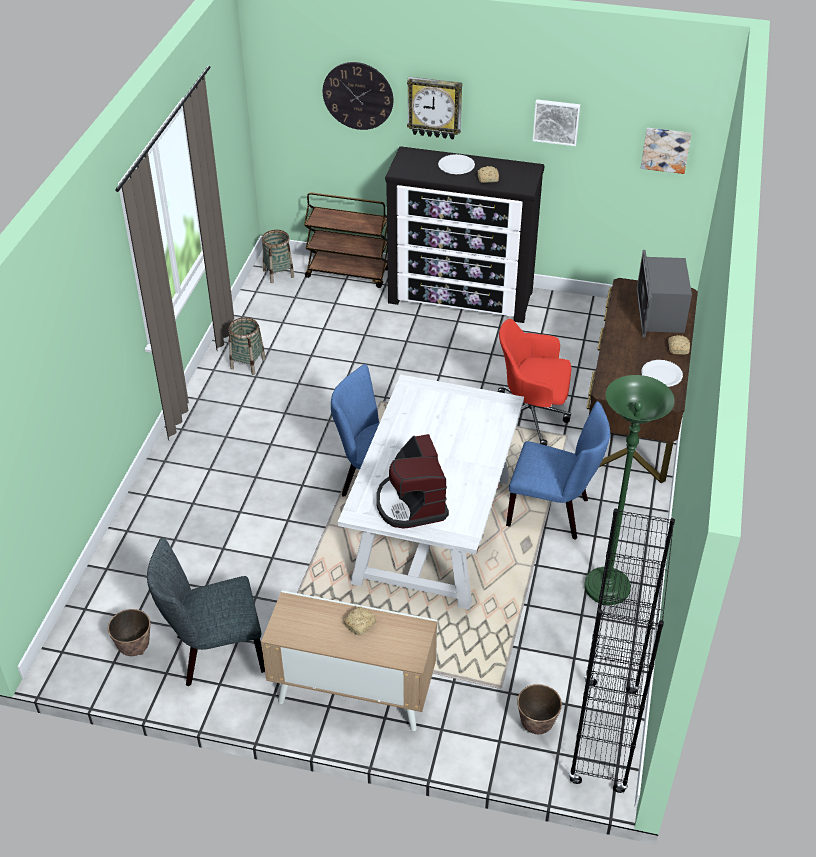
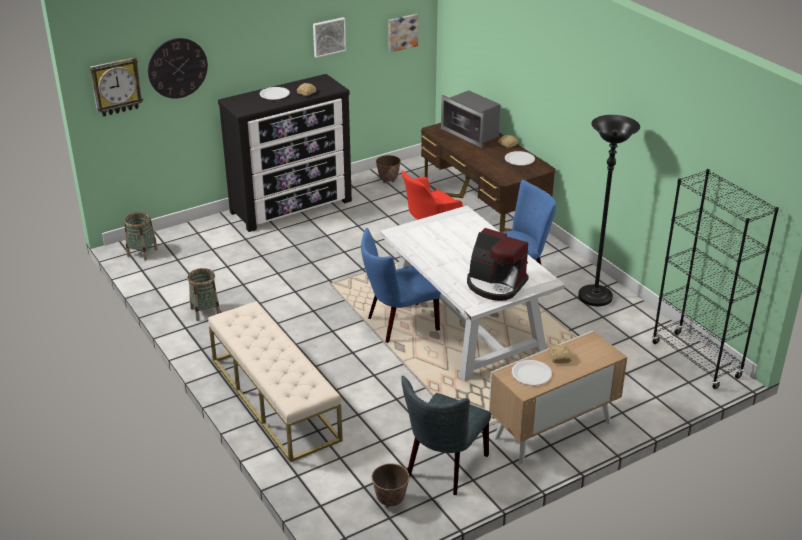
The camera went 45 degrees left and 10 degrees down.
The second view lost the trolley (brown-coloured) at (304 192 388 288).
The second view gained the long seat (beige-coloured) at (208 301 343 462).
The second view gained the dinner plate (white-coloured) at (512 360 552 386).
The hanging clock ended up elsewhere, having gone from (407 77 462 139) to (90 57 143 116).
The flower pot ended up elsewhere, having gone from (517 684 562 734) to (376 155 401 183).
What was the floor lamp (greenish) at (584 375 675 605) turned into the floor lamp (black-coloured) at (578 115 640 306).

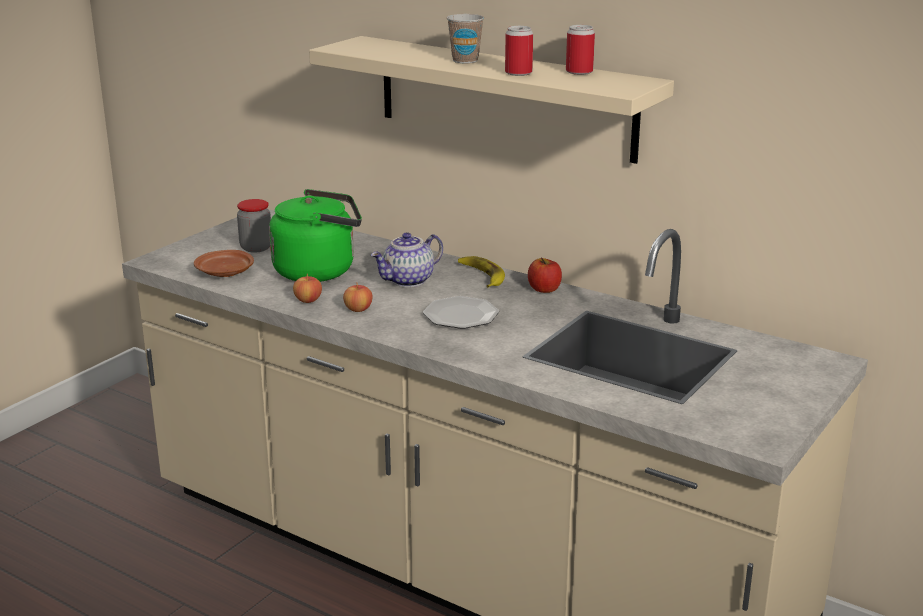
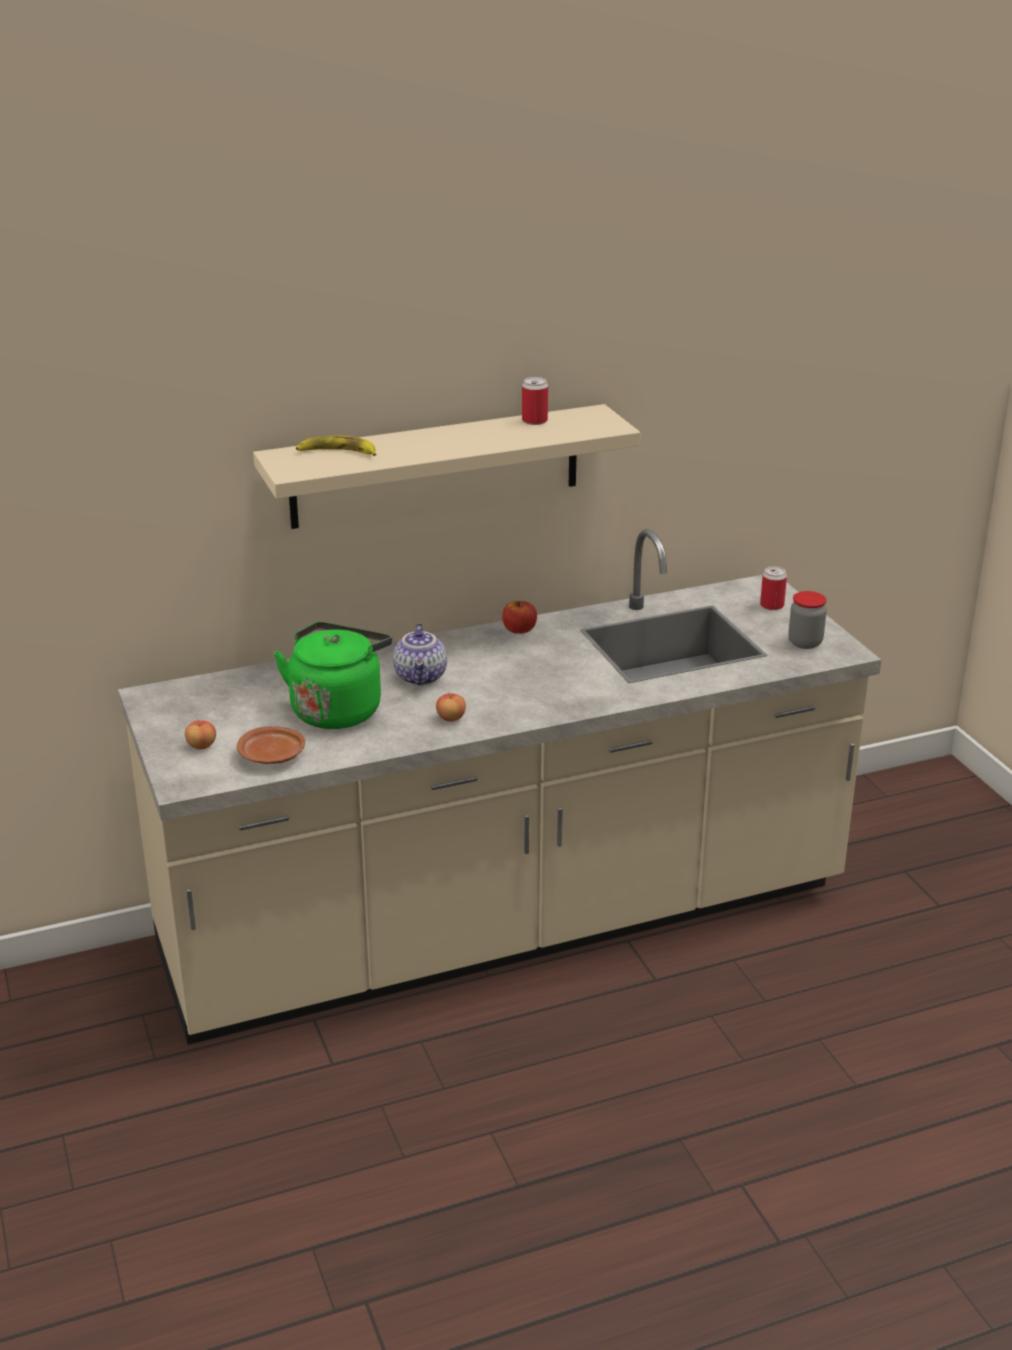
The camera went 55 degrees left and 5 degrees up.
The second view lost the dinner plate at (423 296 499 329).
The second view lost the cup at (447 14 484 63).
The preserve jar ended up elsewhere, having gone from (237 199 271 253) to (788 591 827 649).
The whole apple ended up elsewhere, having gone from (293 274 322 303) to (185 719 216 749).
The whole banana ended up elsewhere, having gone from (458 256 505 288) to (296 436 376 456).
The can ended up elsewhere, having gone from (505 26 533 76) to (760 566 787 610).

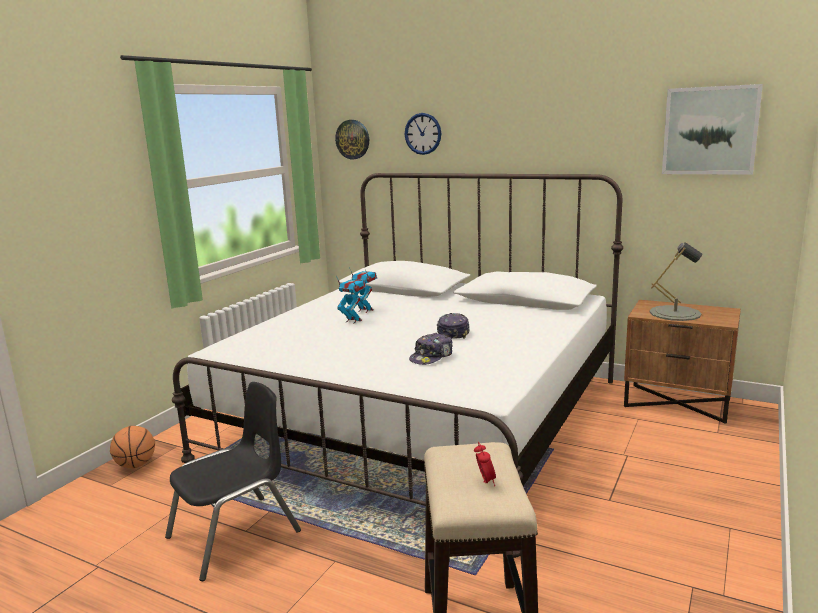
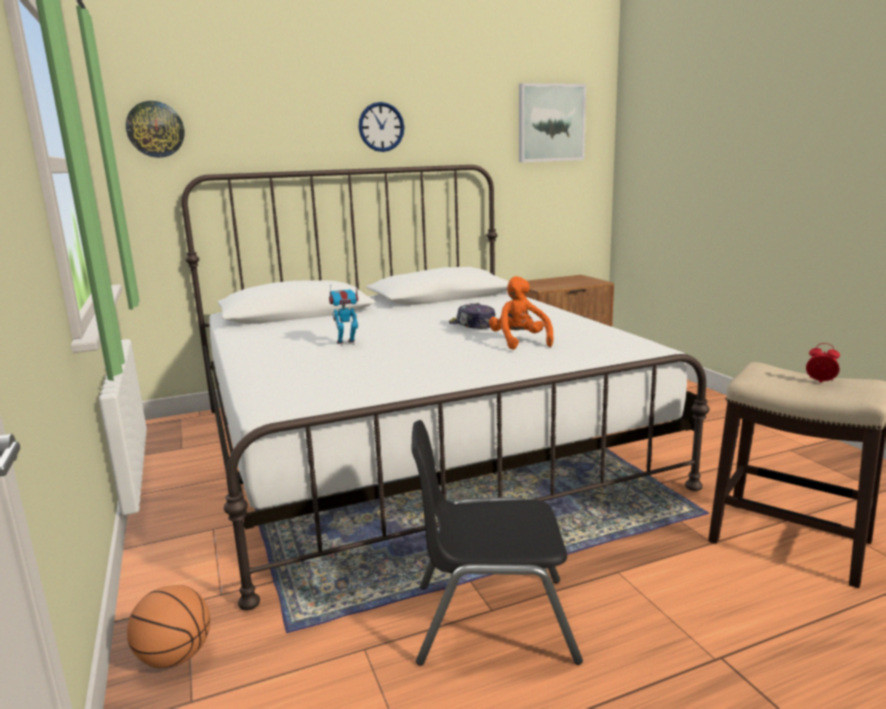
The camera went 50 degrees left and 0 degrees up.
The second view lost the robot figure at (349 267 377 313).
The second view lost the lamp for a table (grey) at (650 242 702 321).
The hanging clock ended up elsewhere, having gone from (404 113 441 155) to (358 102 404 152).
Where the peaked cap stood at (409 333 453 365), the plush toy (orangey) came to stand at (489 276 553 350).
The chair (black-coloured) at (165 382 301 581) ended up facing another way, 90 degrees counterclockwise from before.

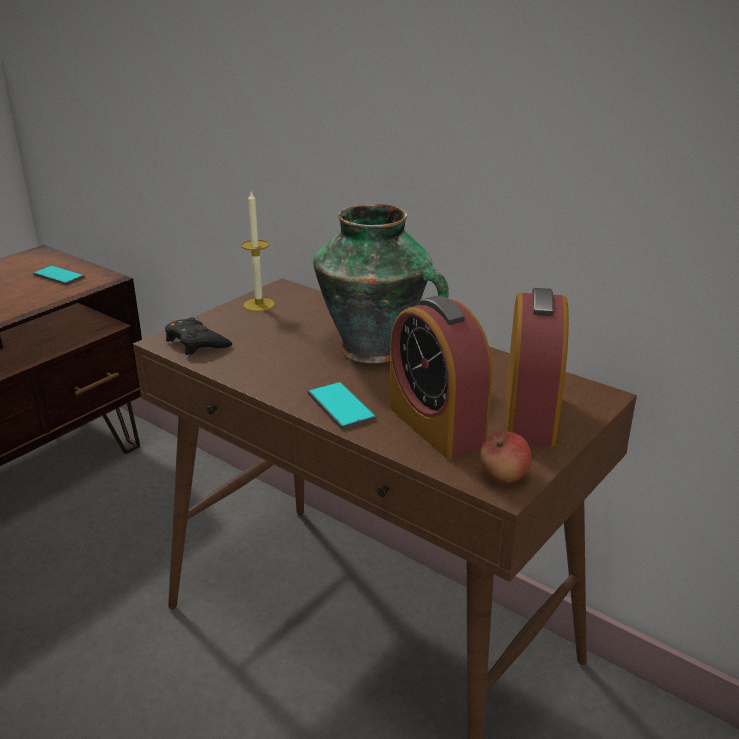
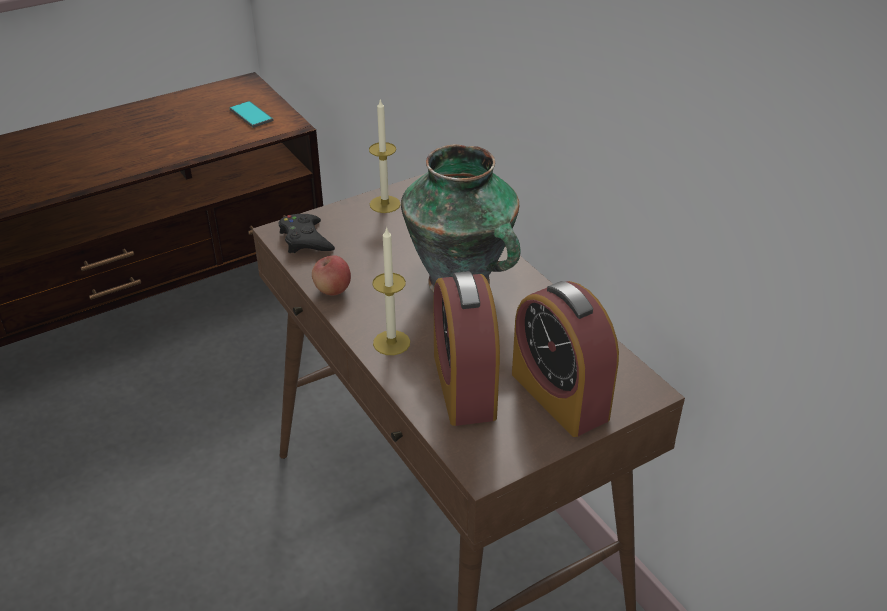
The camera went 20 degrees right and 10 degrees up.
The whole apple ended up elsewhere, having gone from (480 431 532 483) to (312 255 351 295).
Where the telephone stood at (307 381 376 430), the wax light came to stand at (372 227 410 355).
The bedside clock at (507 288 569 447) ended up facing another way, 120 degrees clockwise from before.

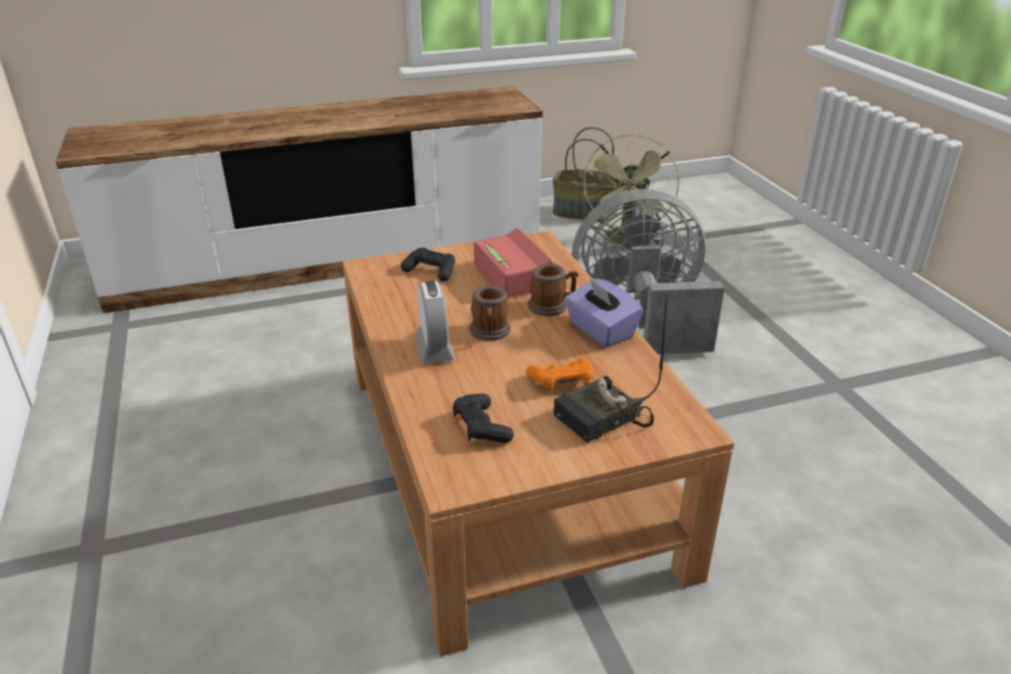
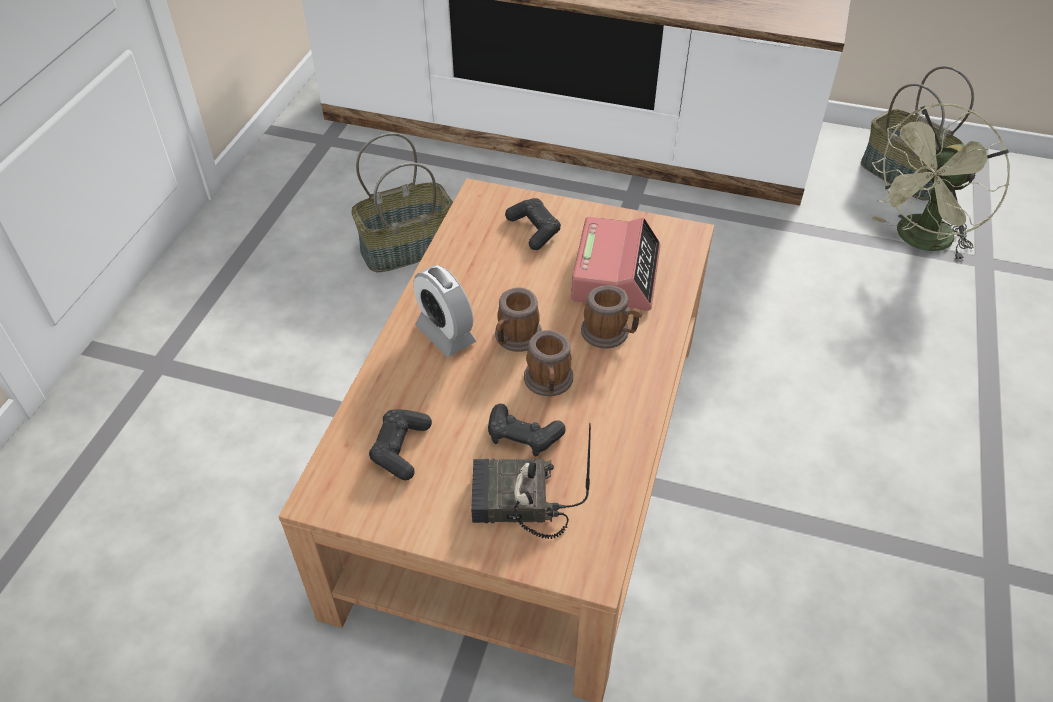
The camera went 35 degrees right and 15 degrees up.
The second view lost the tissue box (purple) at (564 278 643 347).
The second view lost the electric fan (grey) at (572 189 725 354).
The second view gained the basket at (351 133 453 272).
The second view gained the coffee mug at (524 330 573 397).
What was the joypad (orangey) at (526 358 593 392) turned into the joypad (black-coloured) at (488 404 566 457).
The bedside clock at (415 281 455 364) ended up facing another way, 120 degrees clockwise from before.

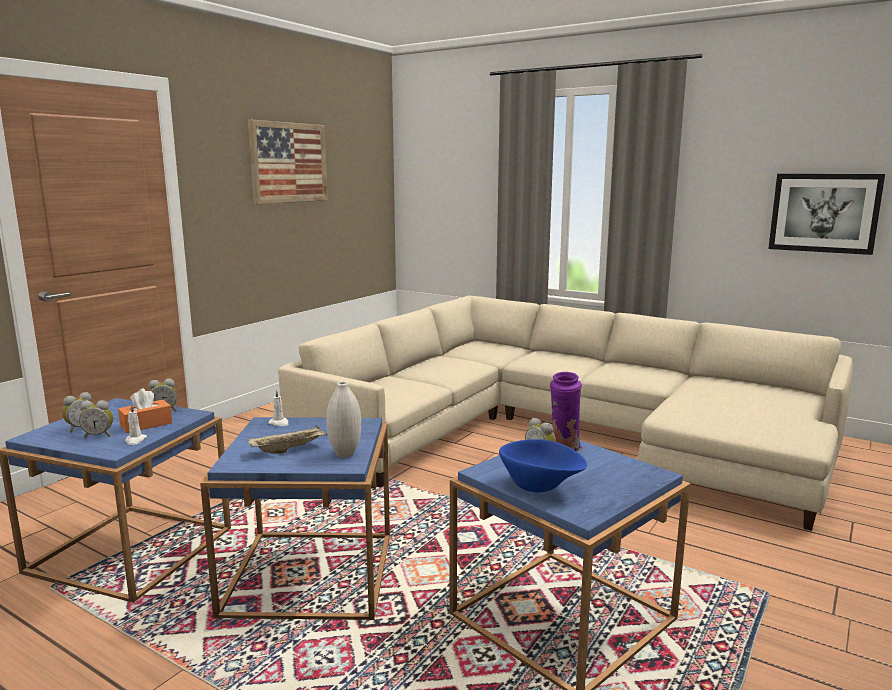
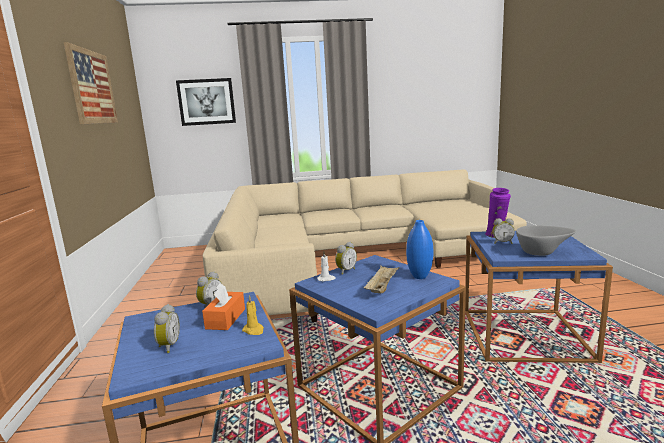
The camera went 40 degrees left and 0 degrees up.
The bedside clock ended up elsewhere, having gone from (79 400 113 438) to (335 242 357 275).
The wall picture ended up elsewhere, having gone from (768 174 885 255) to (176 78 236 126).
What was the wax light (white-coloured) at (125 405 147 445) turned into the wax light (yellow) at (242 295 264 335).
What was the decorative vase (white-coloured) at (326 381 361 458) turned into the decorative vase (blue) at (406 220 433 279).
What was the bowl (blue) at (499 439 587 492) turned into the bowl (grey) at (516 226 576 256).

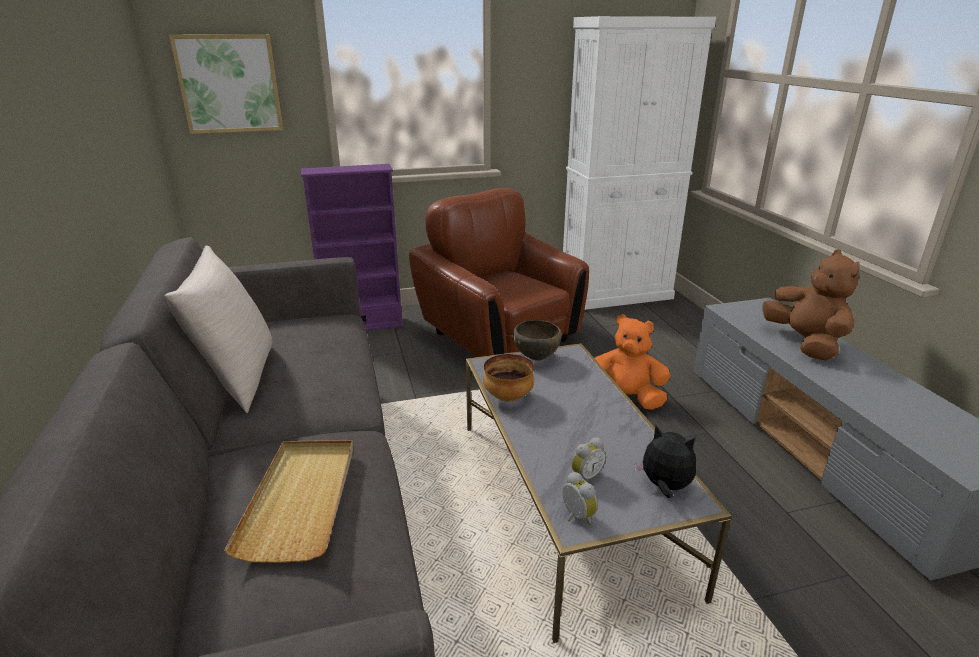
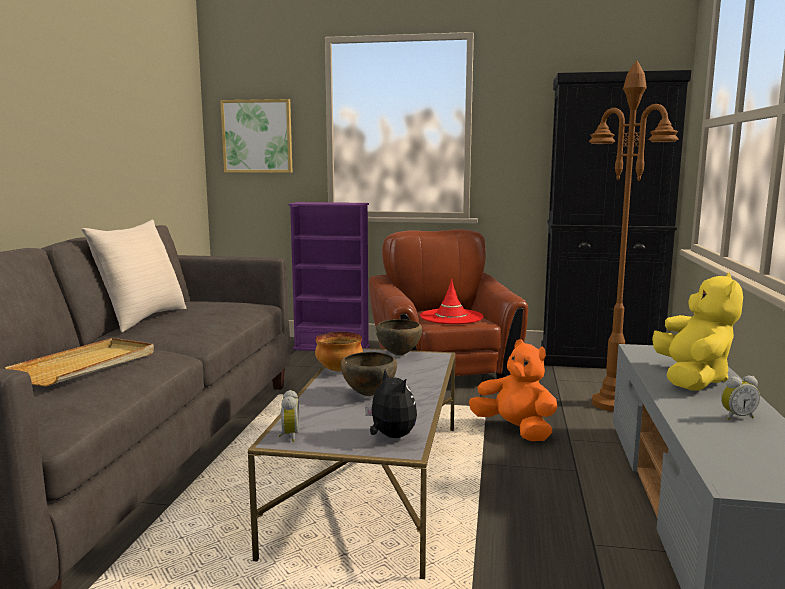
The camera went 25 degrees right and 15 degrees down.
The second view gained the bowl (brown-coloured) at (341 352 397 396).
The second view gained the wearable hat (reddish) at (420 279 484 324).
The second view gained the floor lamp (brown-coloured) at (589 60 678 412).
The bedside clock ended up elsewhere, having gone from (572 438 606 480) to (721 376 760 420).
What was the cabinet (white-coloured) at (563 16 716 310) turned into the cabinet (black-coloured) at (541 70 692 369).
What was the plush toy (brown-coloured) at (762 250 860 361) turned into the plush toy (yellow) at (652 273 743 391).

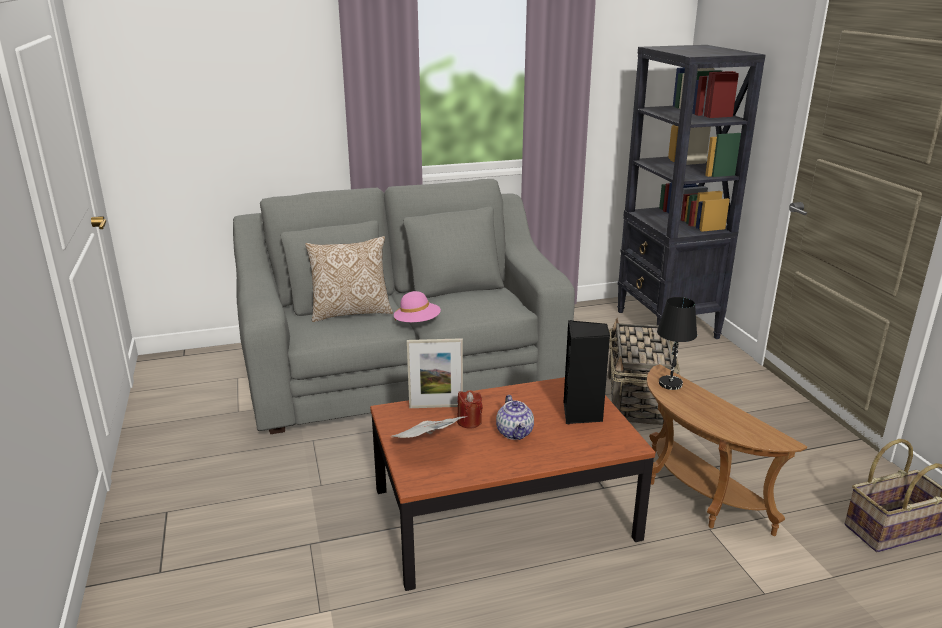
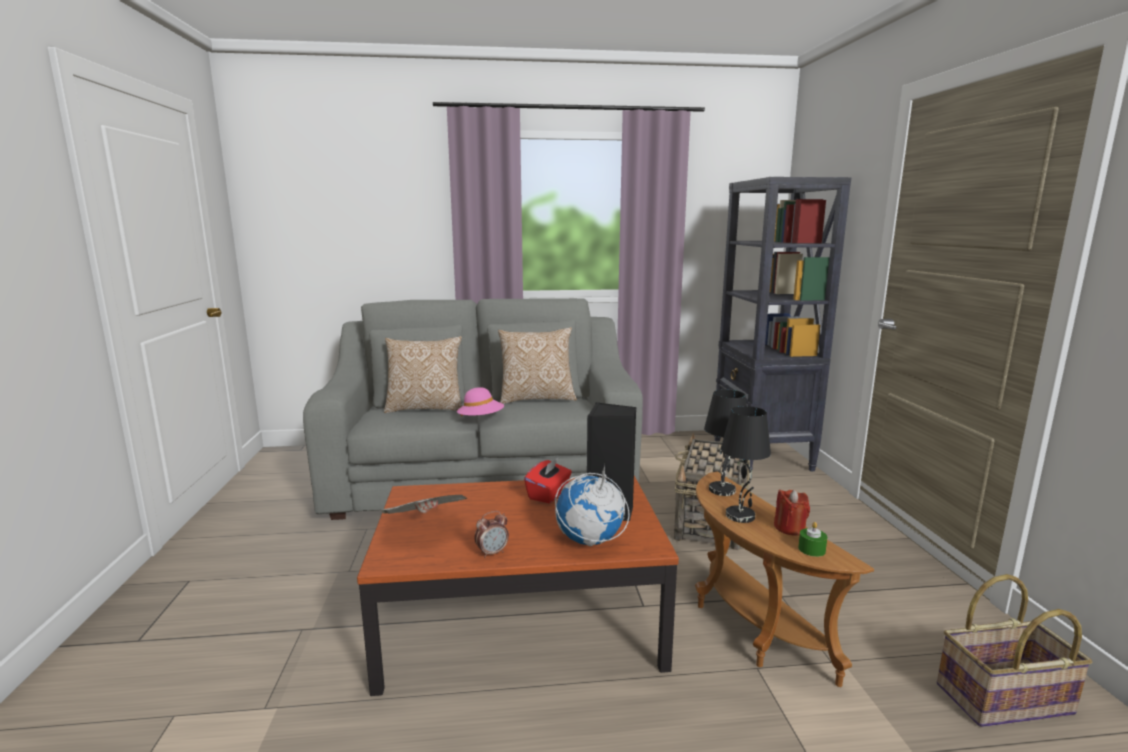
The camera went 10 degrees right and 10 degrees down.
The second view lost the standing frame at (407 338 463 408).
The second view lost the teapot at (496 395 534 440).
The second view gained the bedside clock at (474 511 509 558).
The second view gained the pillow at (498 327 577 404).
The second view gained the tissue box (reddish) at (524 458 572 503).
The second view gained the globe at (555 464 630 546).
The second view gained the lamp for a table (black-coloured) at (721 406 771 523).
The second view gained the wax light (greenish) at (798 522 827 557).
The wax light (reddish) ended up elsewhere, having gone from (457 390 483 429) to (774 490 810 536).

